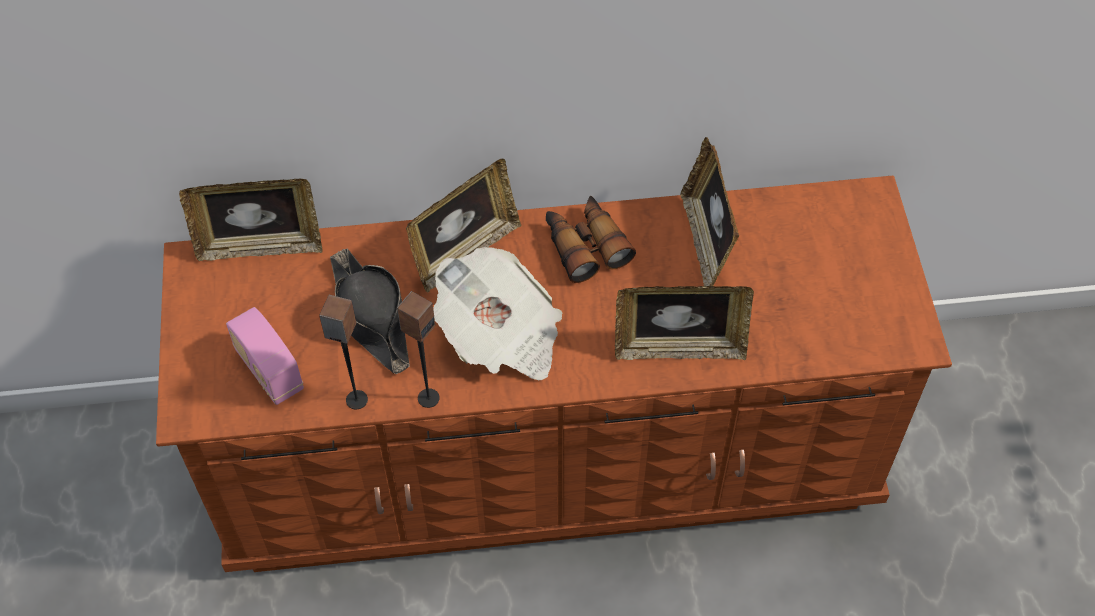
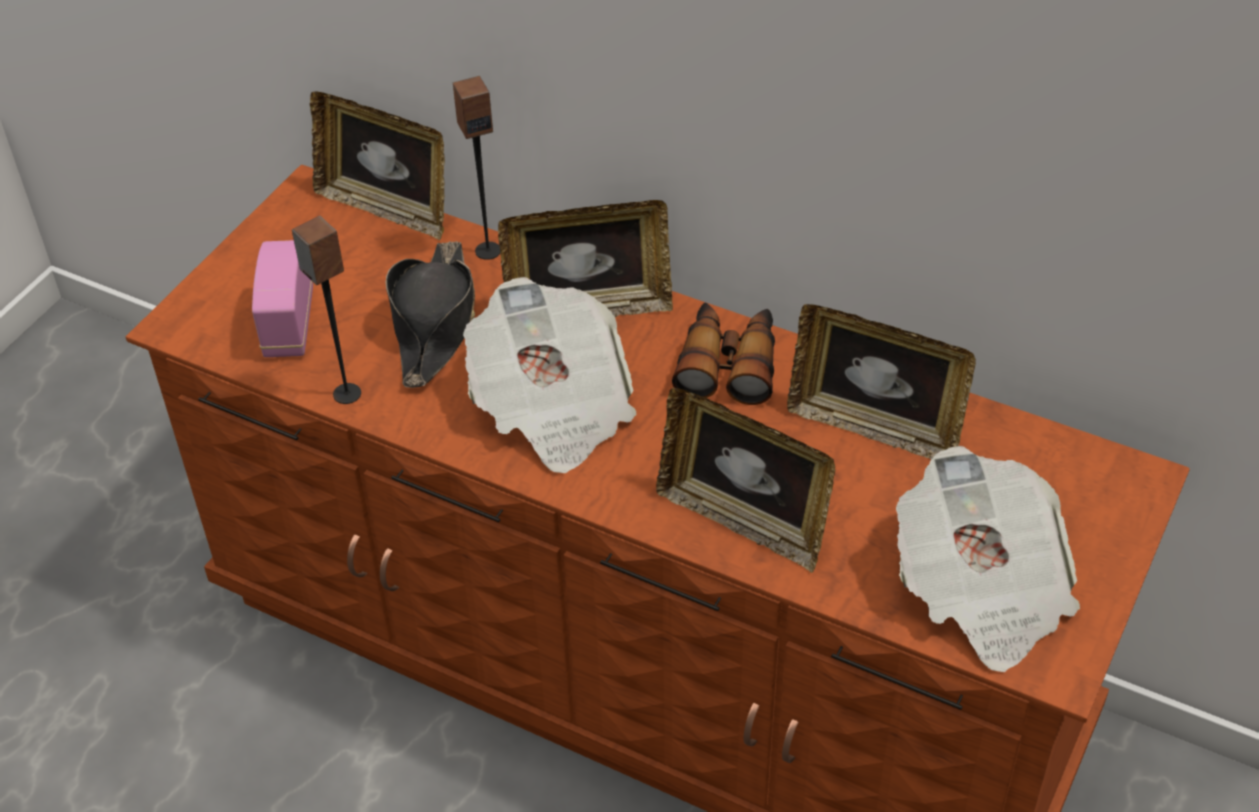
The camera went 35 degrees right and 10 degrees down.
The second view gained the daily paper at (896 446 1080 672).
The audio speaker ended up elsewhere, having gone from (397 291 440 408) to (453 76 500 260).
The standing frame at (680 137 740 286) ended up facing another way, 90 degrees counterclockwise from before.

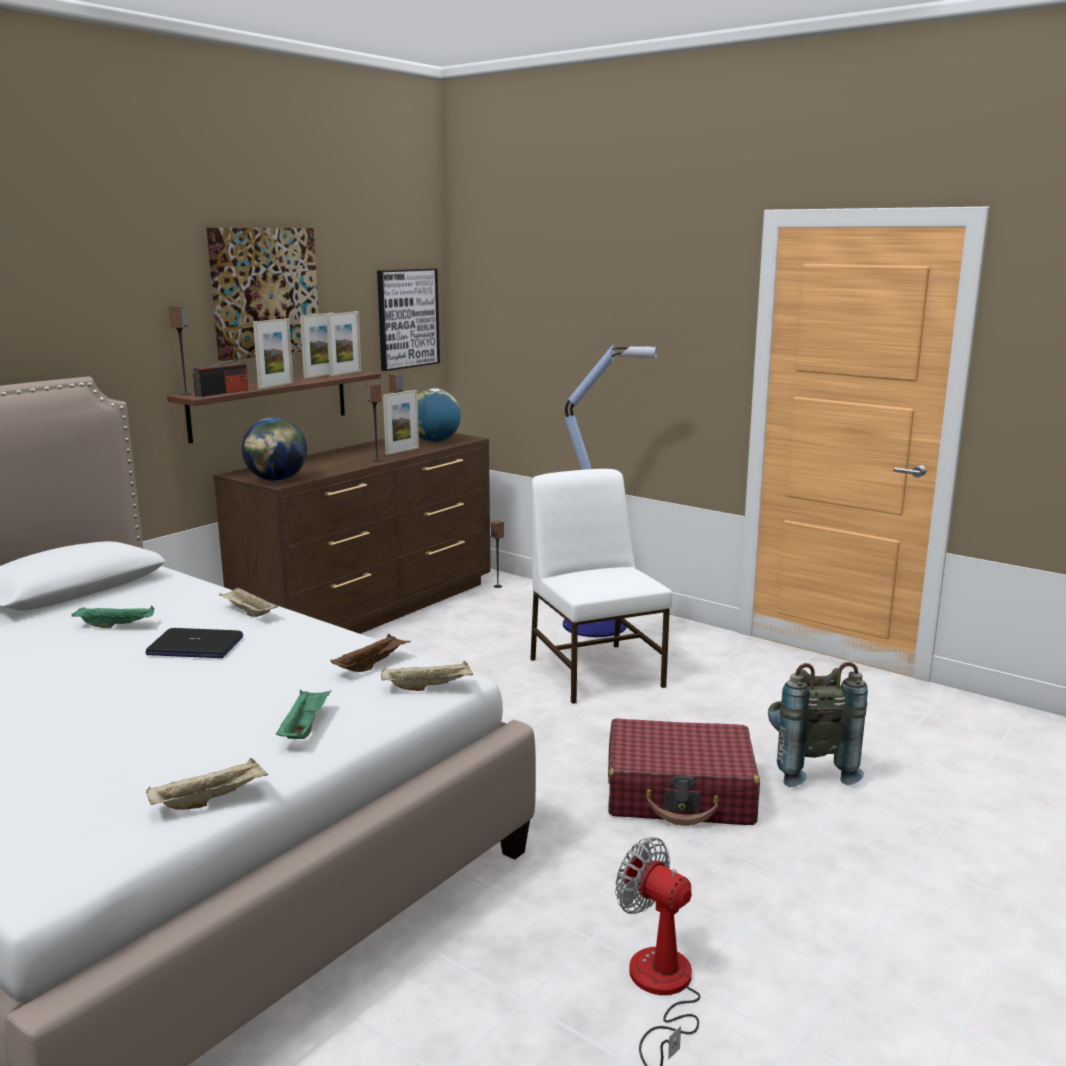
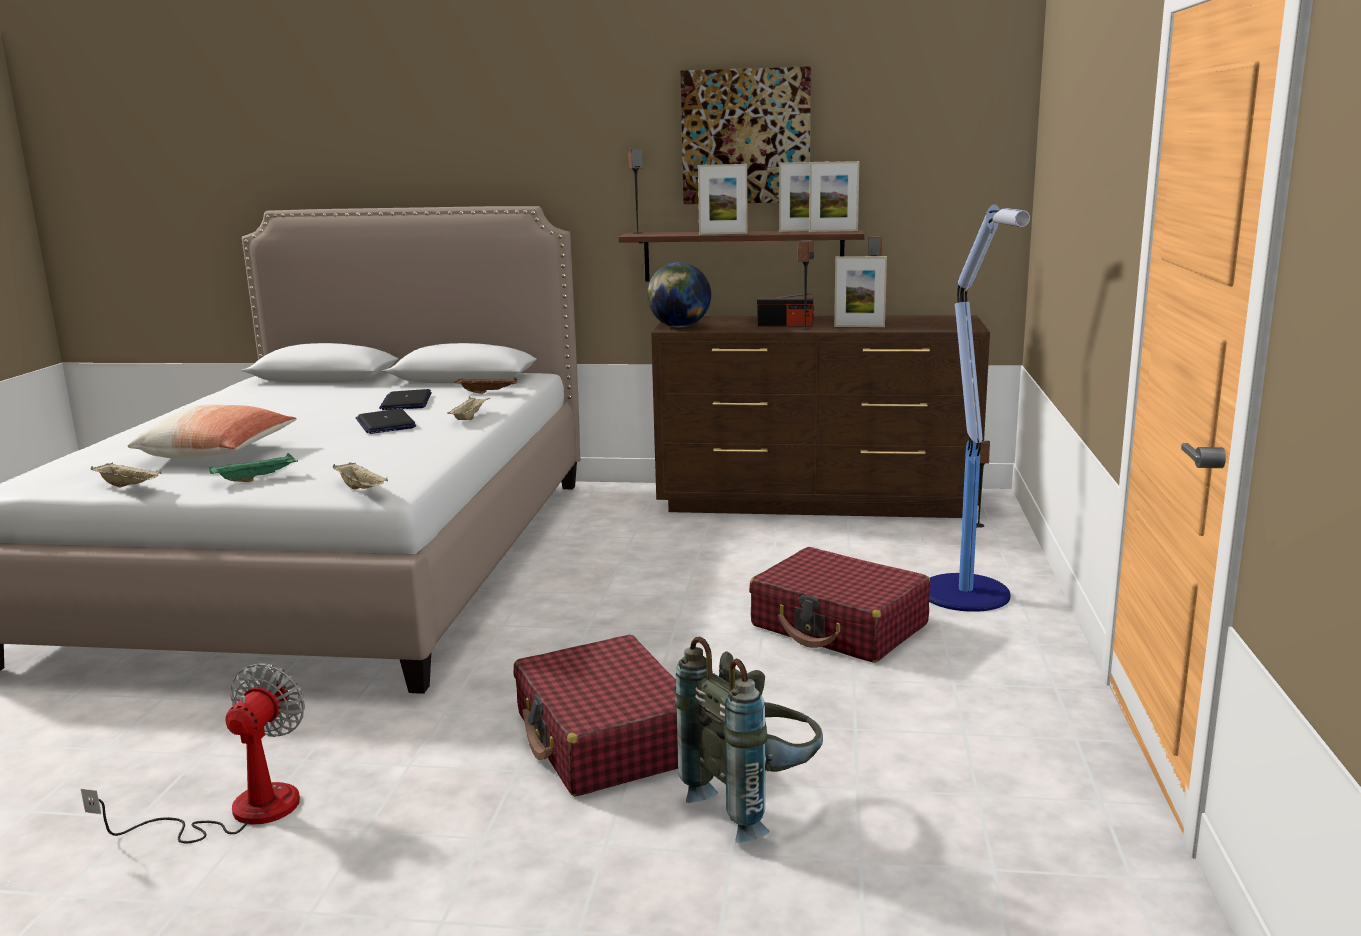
The camera went 60 degrees right and 0 degrees up.
The second view lost the wall picture at (377 268 440 371).
The second view lost the globe at (417 388 461 442).
The second view gained the pillow at (128 405 297 459).
The radio set ended up elsewhere, having gone from (193 358 248 397) to (757 293 814 326).
The serving tray (brown-coloured) ended up elsewhere, having gone from (331 634 410 672) to (454 377 517 394).
Where the serving tray (greenish) stood at (72 606 155 628), the portable computer came to stand at (379 389 431 410).
Where the chair (white-coloured) stood at (531 469 672 704), the piece of luggage (reddish) came to stand at (749 547 930 663).

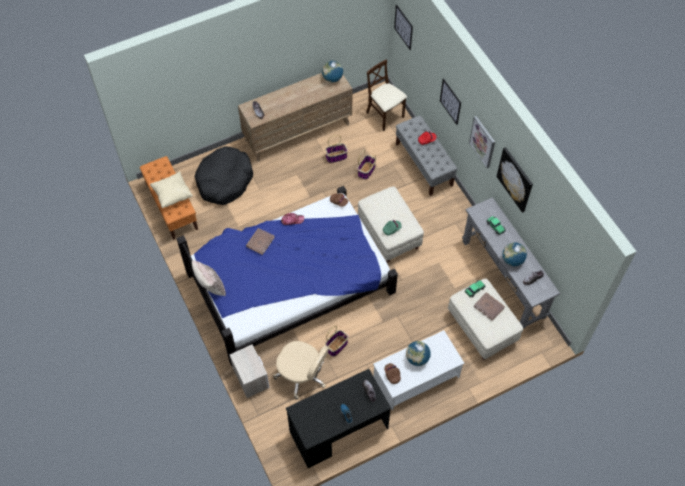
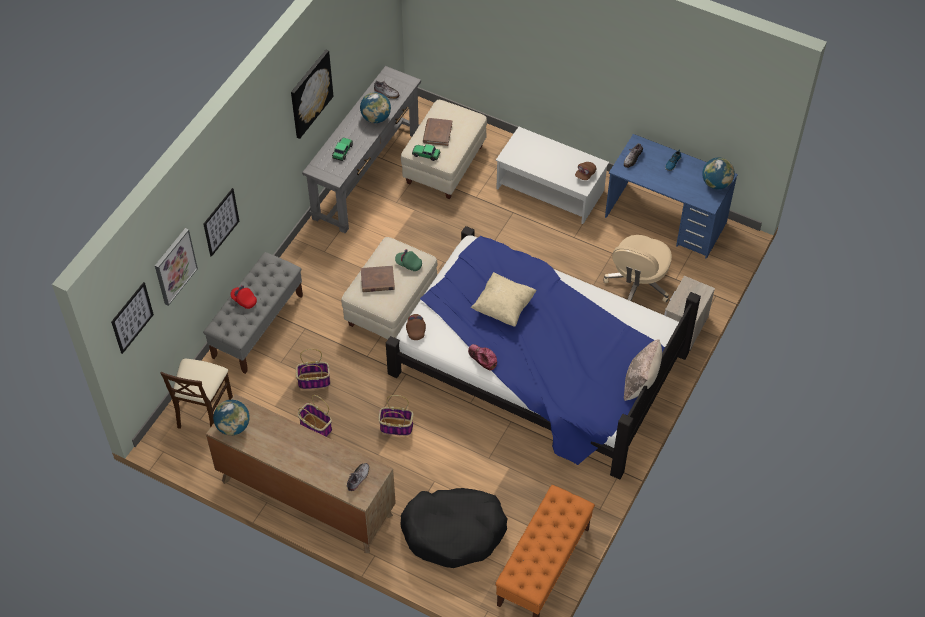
The camera went 125 degrees left and 5 degrees down.
The pillow (beige-coloured) ended up elsewhere, having gone from (150 172 193 208) to (471 272 537 327).
The volume (brown-coloured) ended up elsewhere, having gone from (246 228 275 255) to (360 266 395 292).
The basket ended up elsewhere, having gone from (325 326 348 357) to (378 395 414 436).
The globe ended up elsewhere, having gone from (406 341 431 366) to (702 158 735 189).
The wall picture ended up elsewhere, having gone from (469 116 495 168) to (155 228 198 306).
What was the desk unit (black-coloured) at (286 369 391 468) turned into the desk unit (blue) at (605 134 738 259).
The computer chair (beige-coloured) at (273 341 329 399) ended up facing another way, 150 degrees counterclockwise from before.

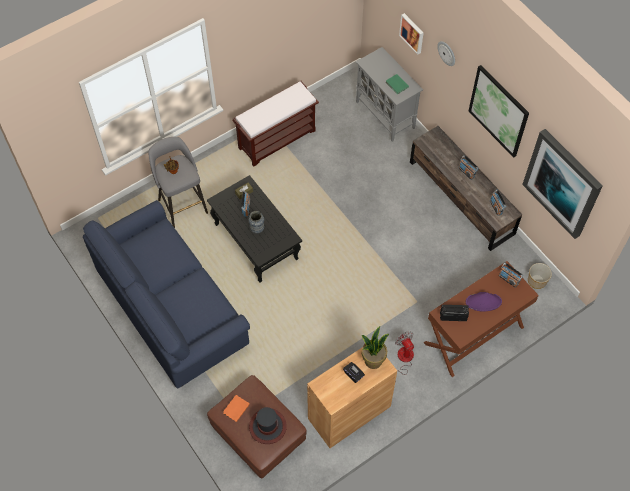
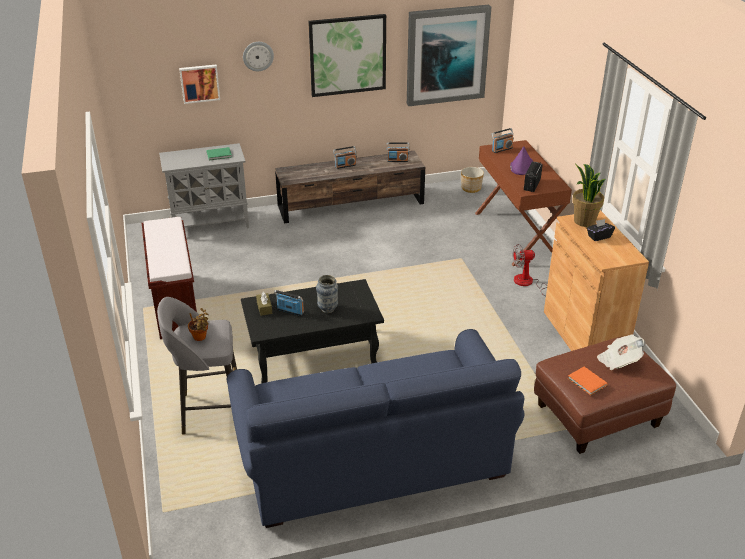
The camera went 70 degrees left and 25 degrees down.
Where the wearable hat stood at (249 407 287 444), the daily paper came to stand at (597 335 646 370).

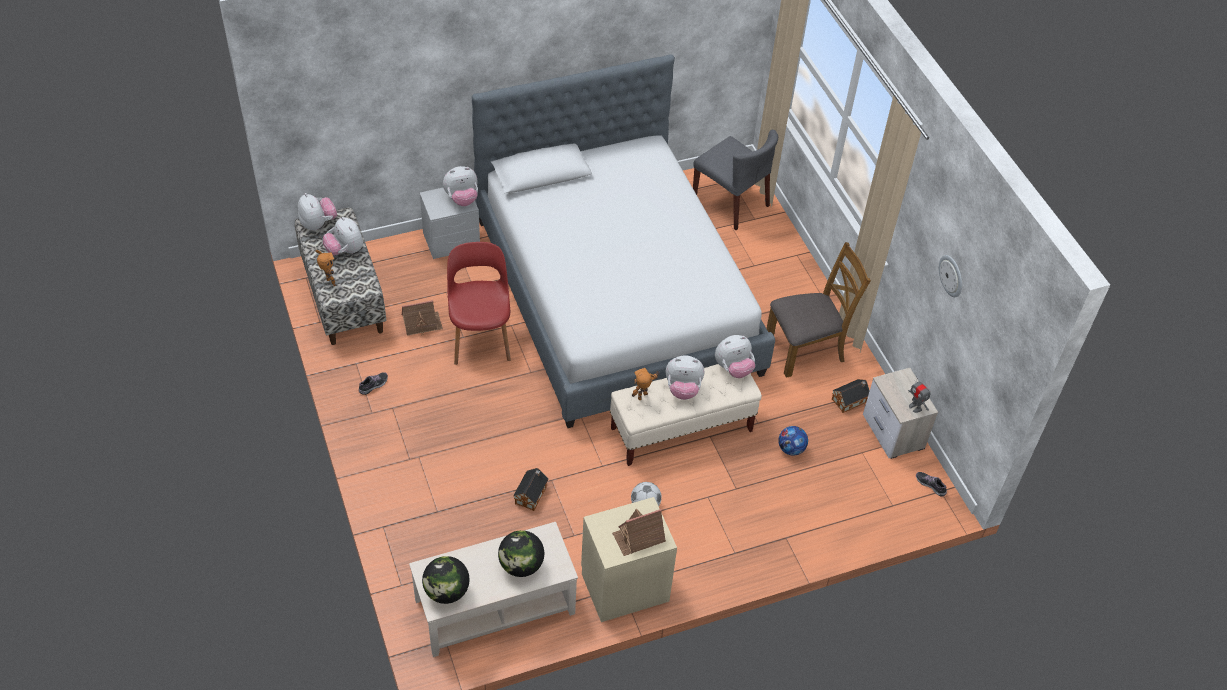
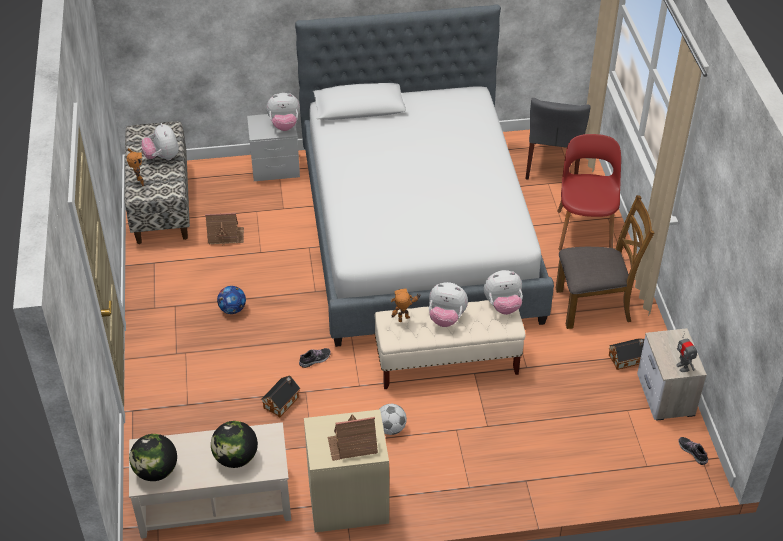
The camera went 15 degrees right and 5 degrees down.
The second view lost the plush toy at (298 193 337 231).
The second view lost the hanging clock at (939 255 962 297).
The low shoe ended up elsewhere, having gone from (359 372 388 395) to (299 348 331 368).
The chair (reddish) ended up elsewhere, having gone from (447 242 511 365) to (557 134 621 251).
The football ended up elsewhere, having gone from (778 426 808 456) to (217 286 246 314).
The chair (grey) at (693 130 778 230) ended up facing another way, 45 degrees clockwise from before.

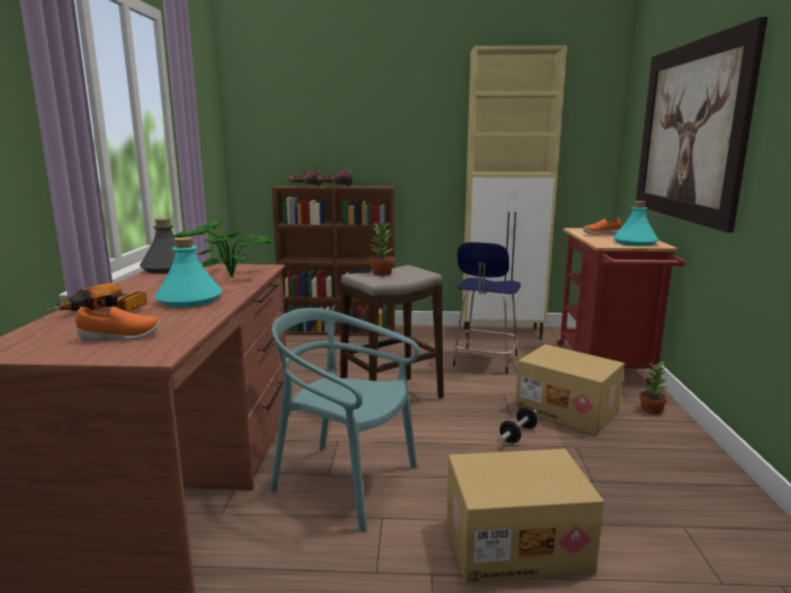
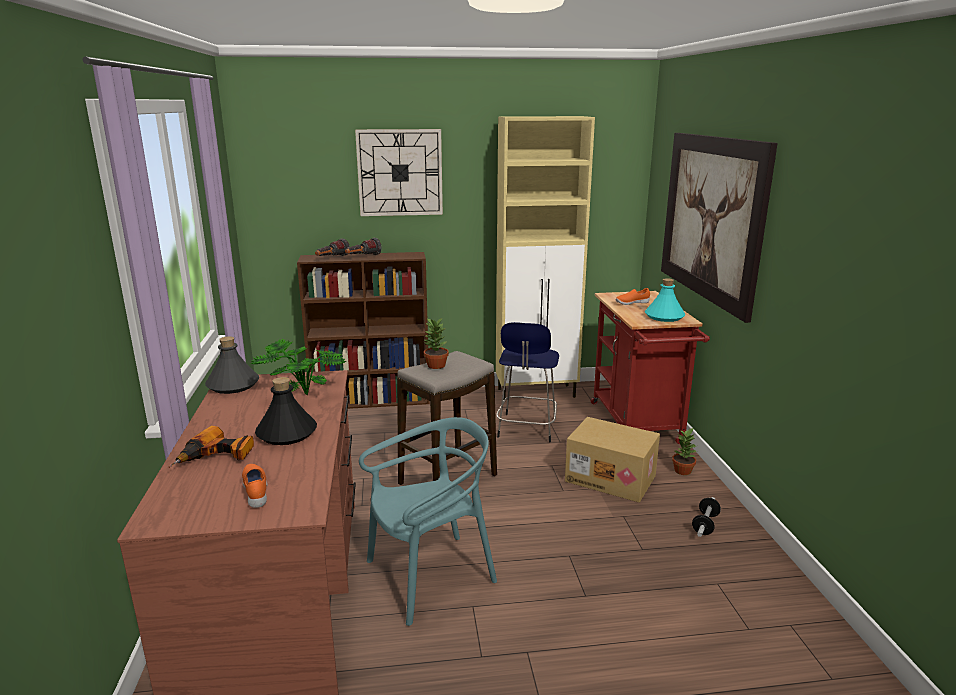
The camera went 10 degrees left and 5 degrees up.
The second view lost the cardboard box at (447 449 604 584).
The second view gained the hanging clock at (355 129 443 216).
The free weight ended up elsewhere, having gone from (499 407 538 443) to (692 497 721 537).
What was the beverage bottle (turquoise) at (155 237 222 307) turned into the beverage bottle (black-coloured) at (255 377 317 445).
The low shoe (orangey) at (75 306 160 341) ended up facing another way, 90 degrees counterclockwise from before.
The chair (turquoise) at (270 308 420 532) ended up facing another way, 135 degrees clockwise from before.

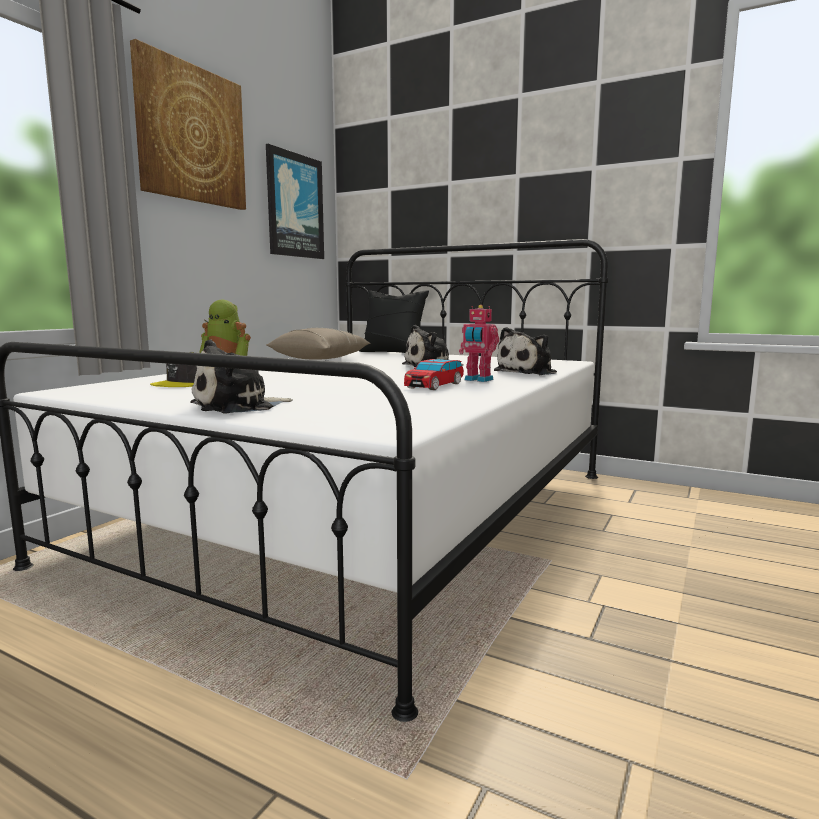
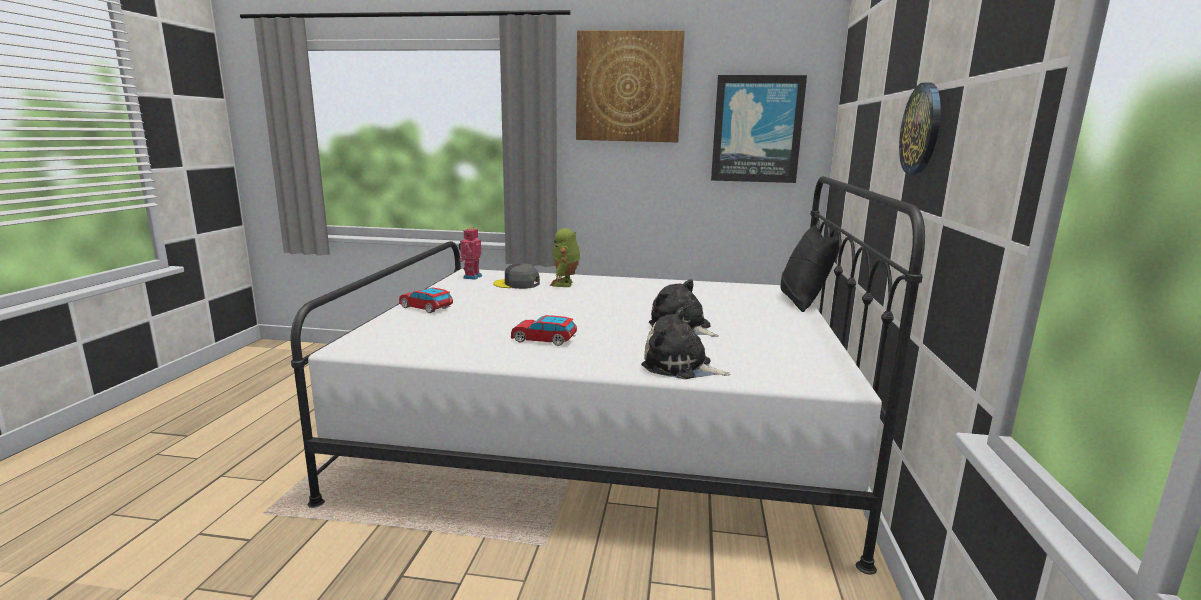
The camera went 70 degrees right and 5 degrees up.
The second view lost the pillow (beige-coloured) at (266 328 370 360).
The second view gained the hanging clock at (899 83 941 174).
The robot figure ended up elsewhere, having gone from (459 305 499 382) to (459 227 482 280).
Where the plush toy stood at (190 339 293 414), the model car came to stand at (399 287 453 313).

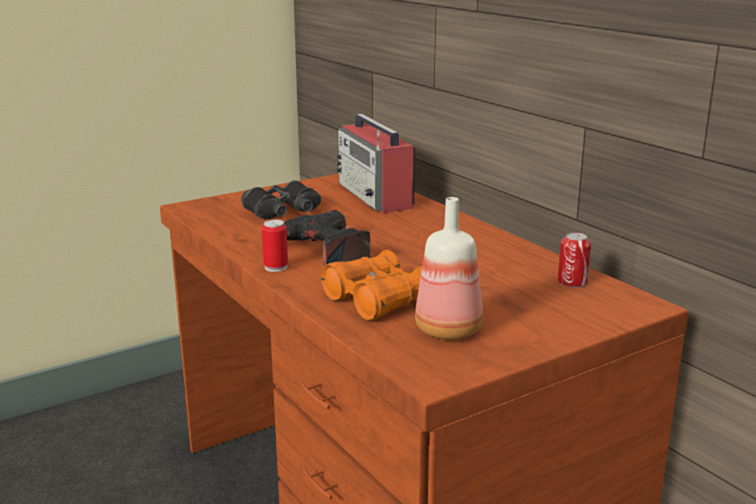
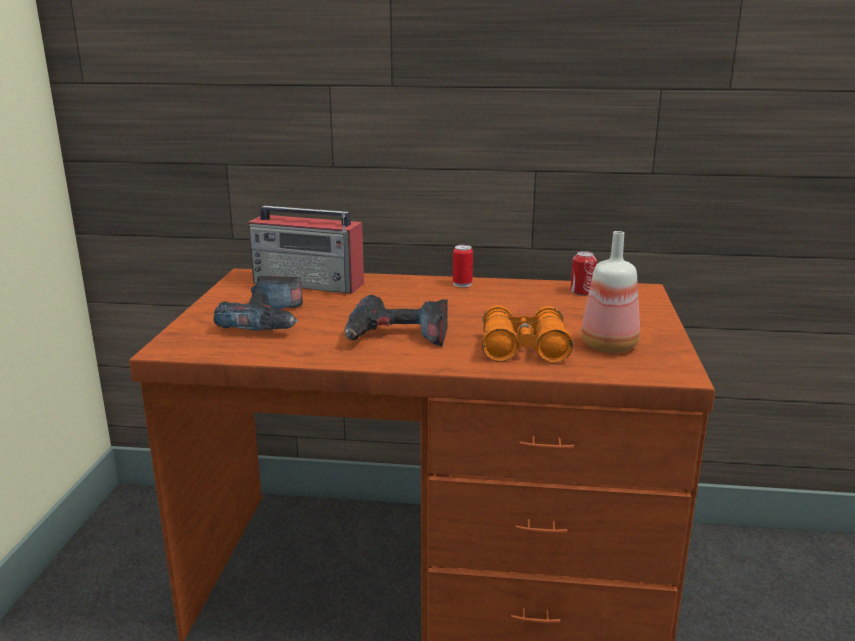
The camera went 50 degrees left and 0 degrees up.
The can ended up elsewhere, having gone from (262 219 288 272) to (453 245 473 287).
Where the field glasses (black-coloured) stood at (241 180 321 219), the power drill came to stand at (213 275 303 331).

